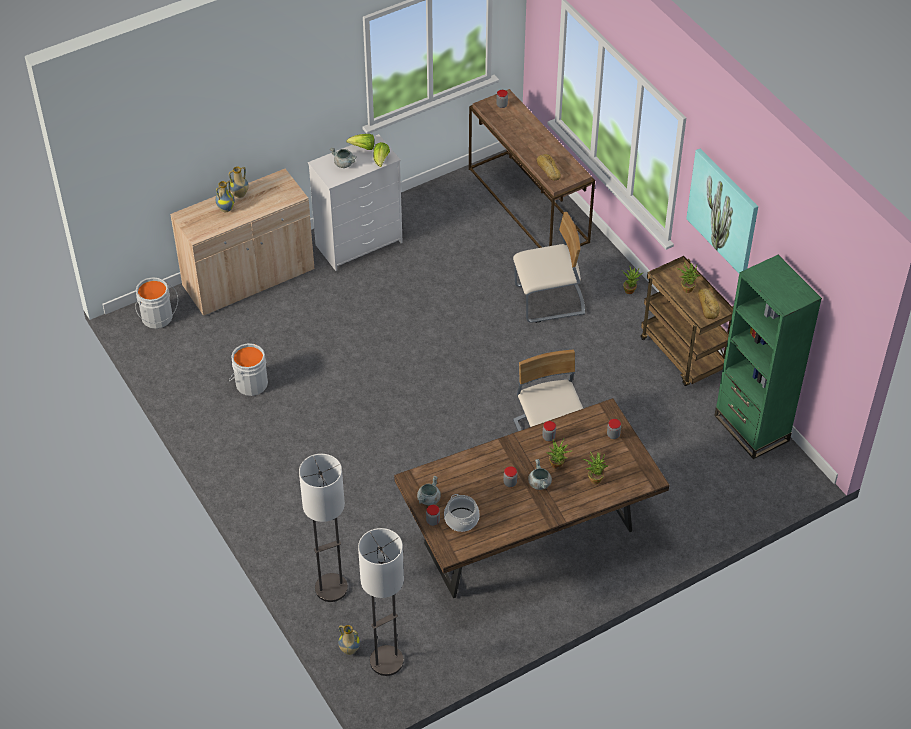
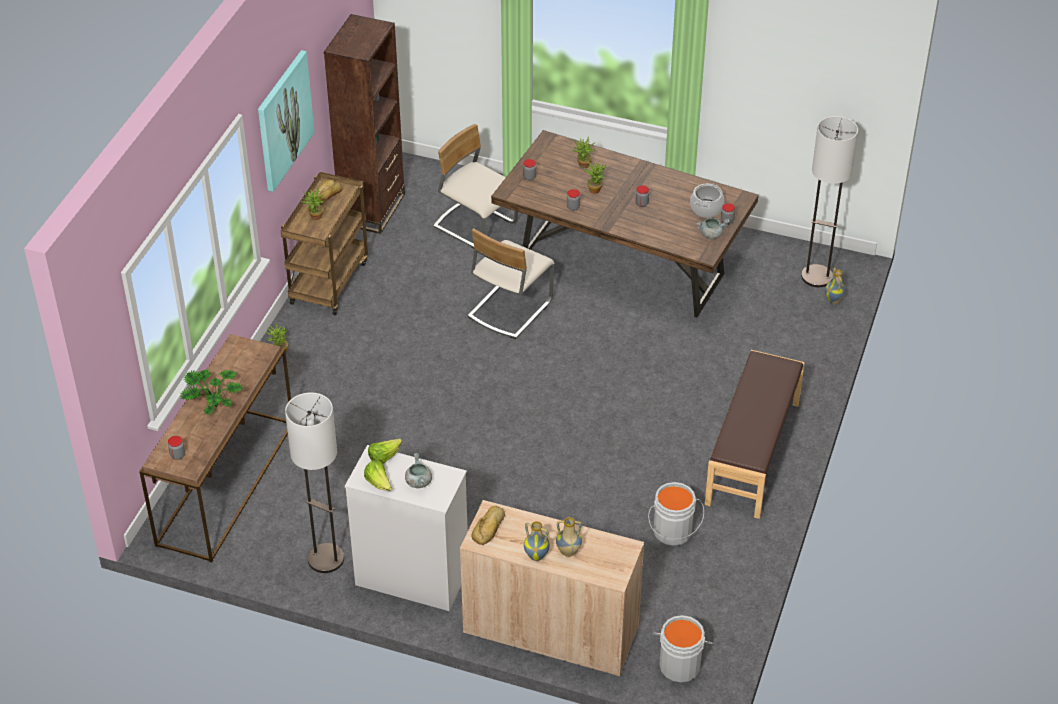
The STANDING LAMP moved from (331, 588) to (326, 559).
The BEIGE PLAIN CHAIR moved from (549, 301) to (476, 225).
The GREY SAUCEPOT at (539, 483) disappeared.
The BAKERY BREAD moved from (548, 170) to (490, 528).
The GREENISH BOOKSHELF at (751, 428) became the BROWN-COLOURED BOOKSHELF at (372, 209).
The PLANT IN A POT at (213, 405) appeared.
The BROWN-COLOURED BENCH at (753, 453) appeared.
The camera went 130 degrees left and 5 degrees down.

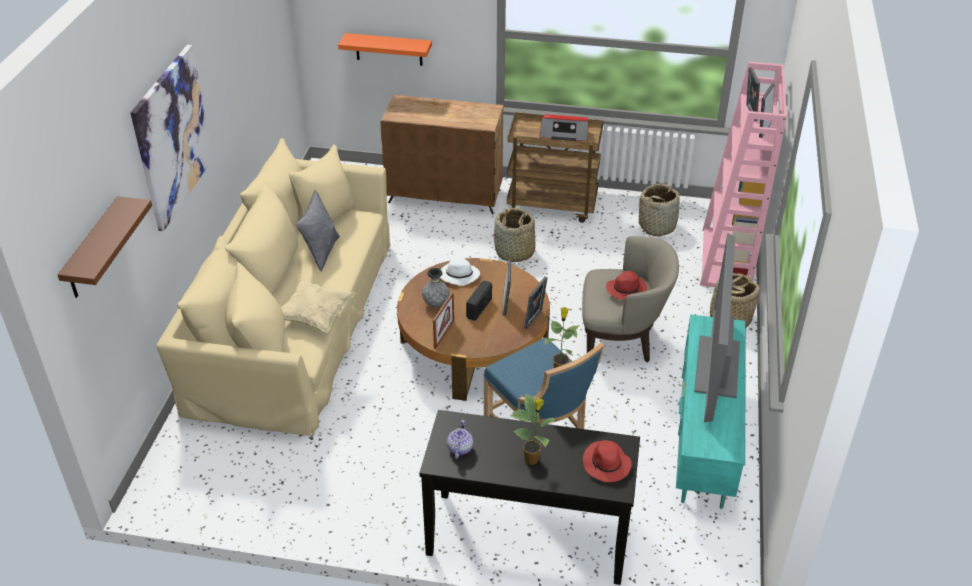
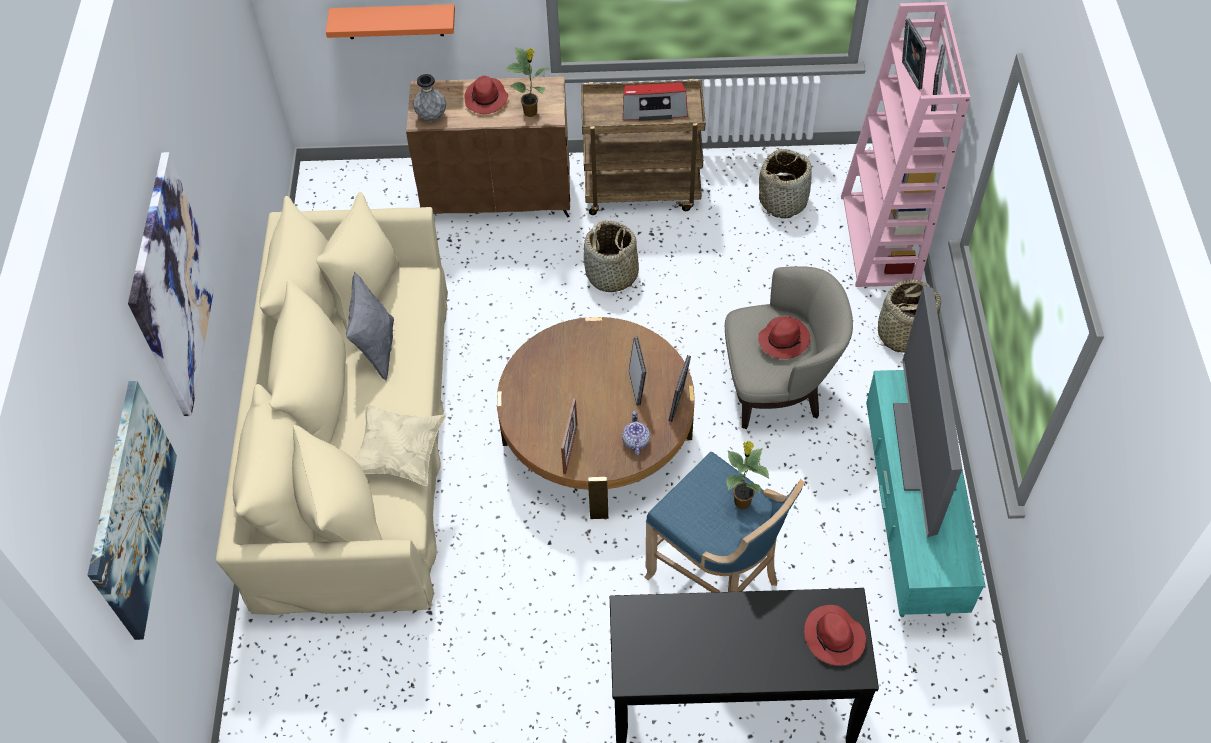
The BROWN-COLOURED SHELF at (93, 250) was replaced by the WALL ART at (131, 510).
The GREY VASE moved from (436, 304) to (431, 116).
The WHITISH WEARABLE HAT at (458, 276) disappeared.
The POT FOR TEA moved from (459, 448) to (635, 441).
The RADIO RECEIVER at (479, 308) disappeared.
The PLANT IN A POT moved from (532, 459) to (531, 112).
The RED WEARABLE HAT at (486, 99) appeared.
The camera went 10 degrees left and 15 degrees up.

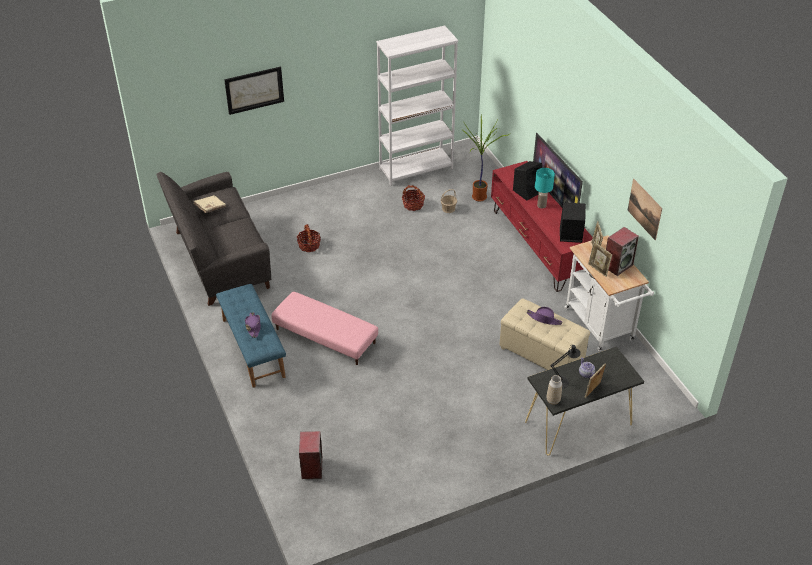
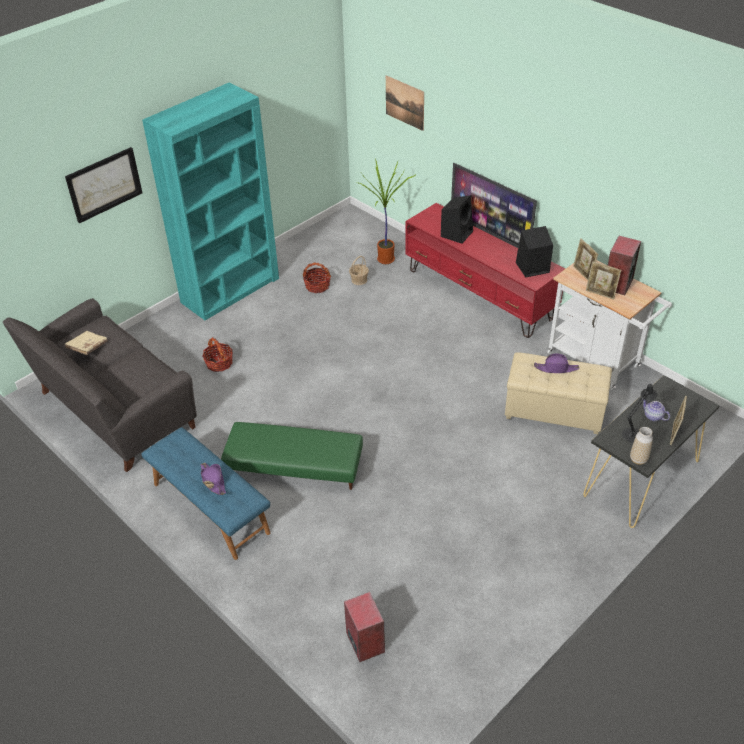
The PINKISH FOOTREST at (325, 336) became the GREENISH FOOTREST at (294, 466).
The WHITISH BOOKSHELF at (416, 169) disappeared.
The TURQUOISE TABLE LAMP at (541, 205) disappeared.
The WALL ART moved from (644, 209) to (404, 103).
The TURQUOISE BOOKSHELF at (230, 290) appeared.
The camera went 20 degrees left and 0 degrees up.

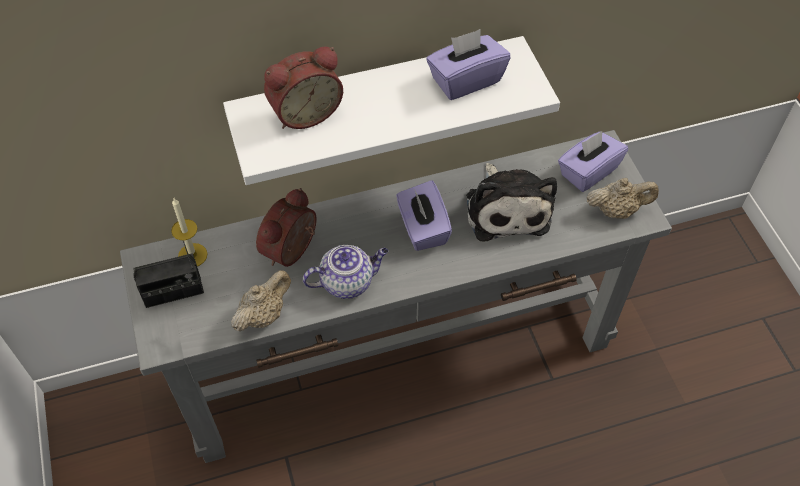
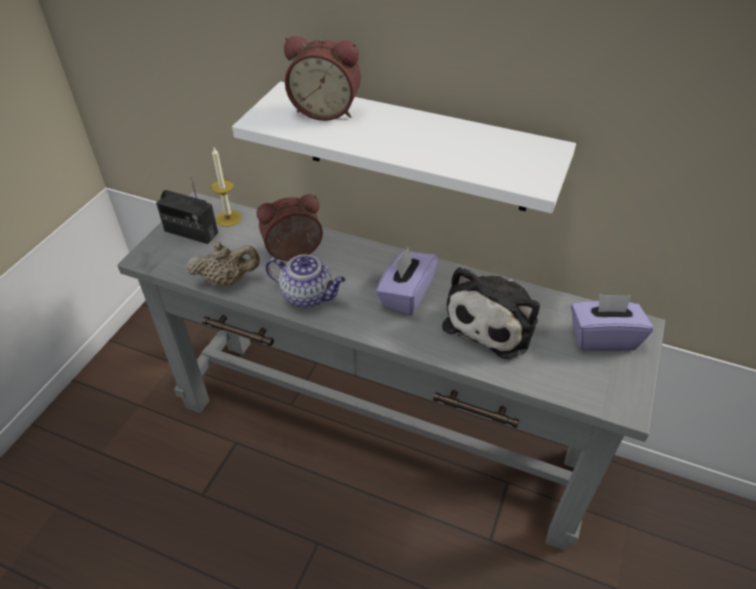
The PURPLE-COLOURED TISSUE HOLDER at (465, 80) disappeared.
The BEIGE POT FOR TEA at (617, 210) disappeared.
The camera went 40 degrees right and 10 degrees down.

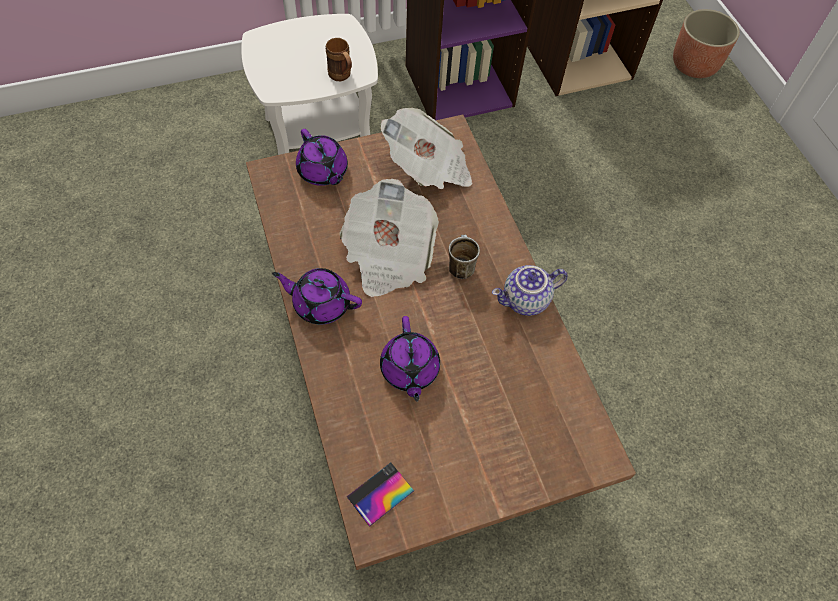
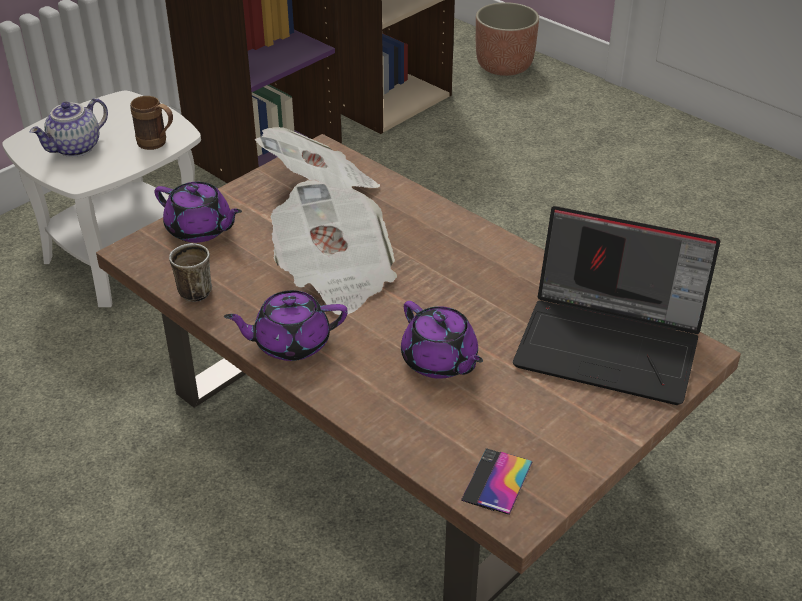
The COFFEE MUG moved from (460, 266) to (191, 290).
The POT FOR TEA moved from (525, 301) to (76, 148).
The NOTEBOOK COMPUTER at (612, 344) appeared.
The camera went 25 degrees left and 20 degrees down.

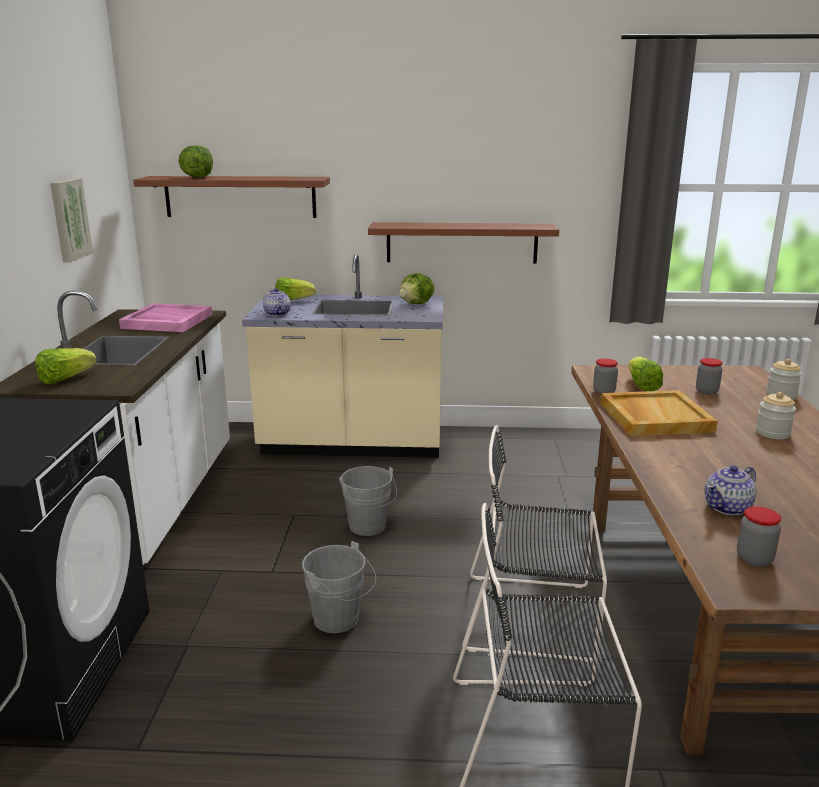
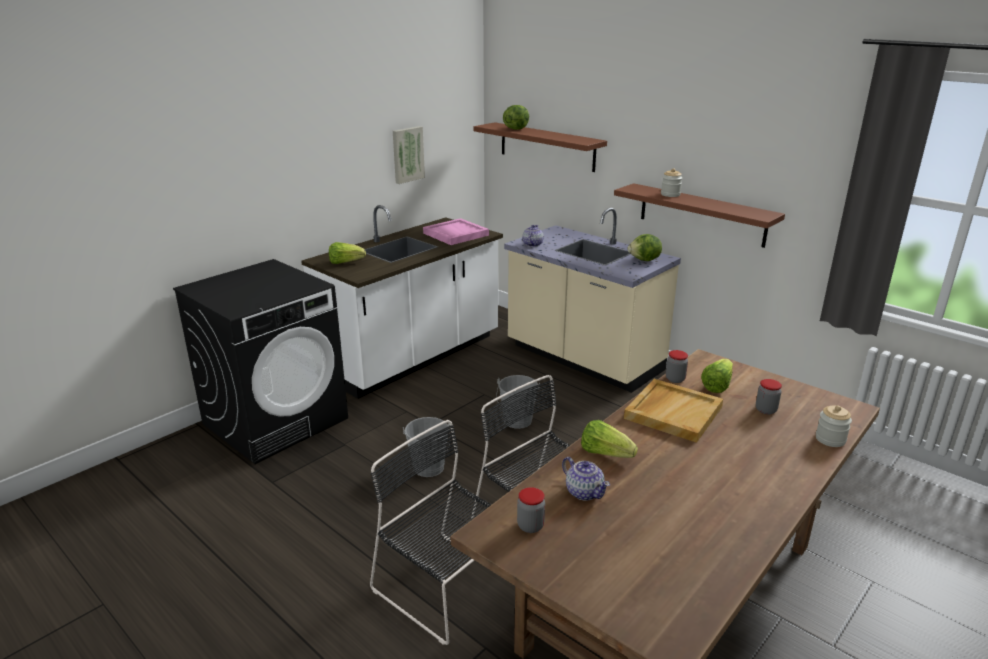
The LETTUCE HEAD moved from (293, 300) to (605, 453).
The POT FOR TEA at (728, 507) turned 135 degrees counterclockwise.
The PRESERVE JAR moved from (772, 433) to (670, 194).
The camera went 40 degrees right and 5 degrees up.

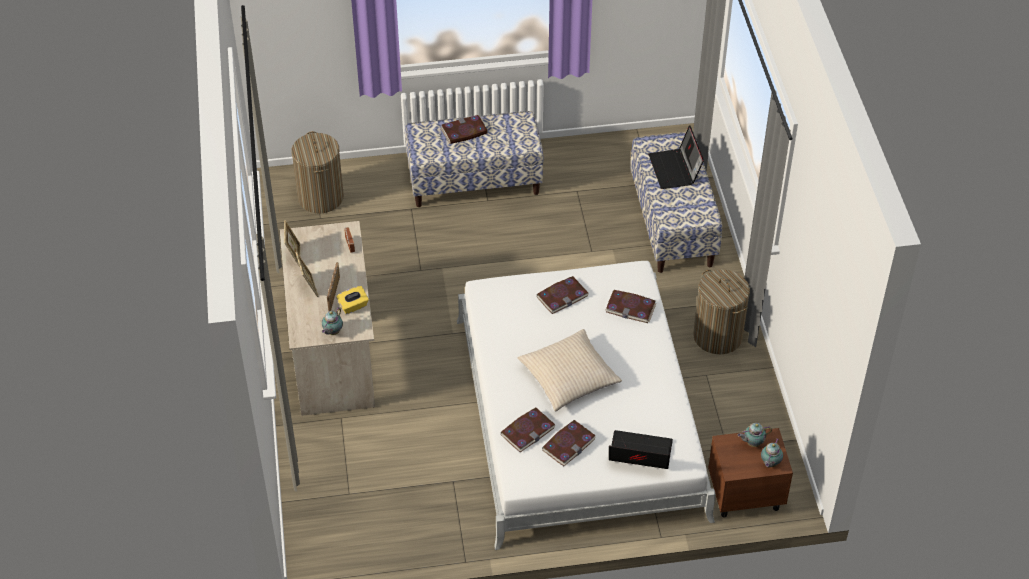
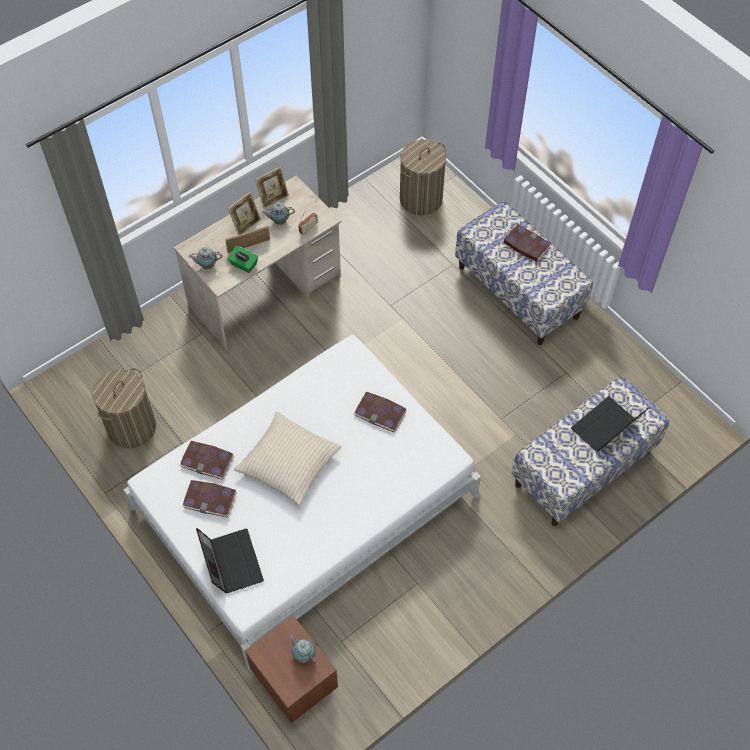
The YELLOW TISSUE HOLDER at (353, 306) became the GREENISH TISSUE HOLDER at (243, 265).
The BOOK at (630, 308) disappeared.
The HAMPER moved from (718, 336) to (131, 427).
The POT FOR TEA moved from (769, 463) to (279, 221).
The camera went 60 degrees right and 10 degrees up.

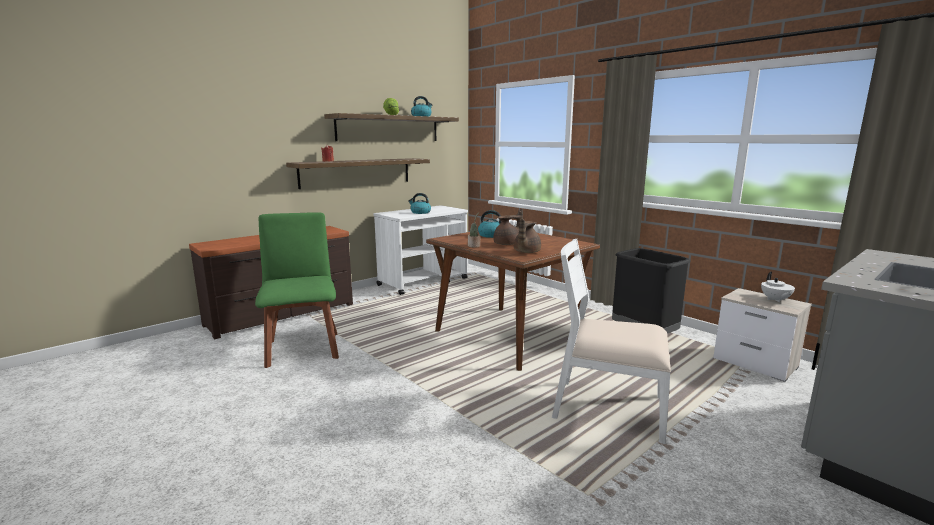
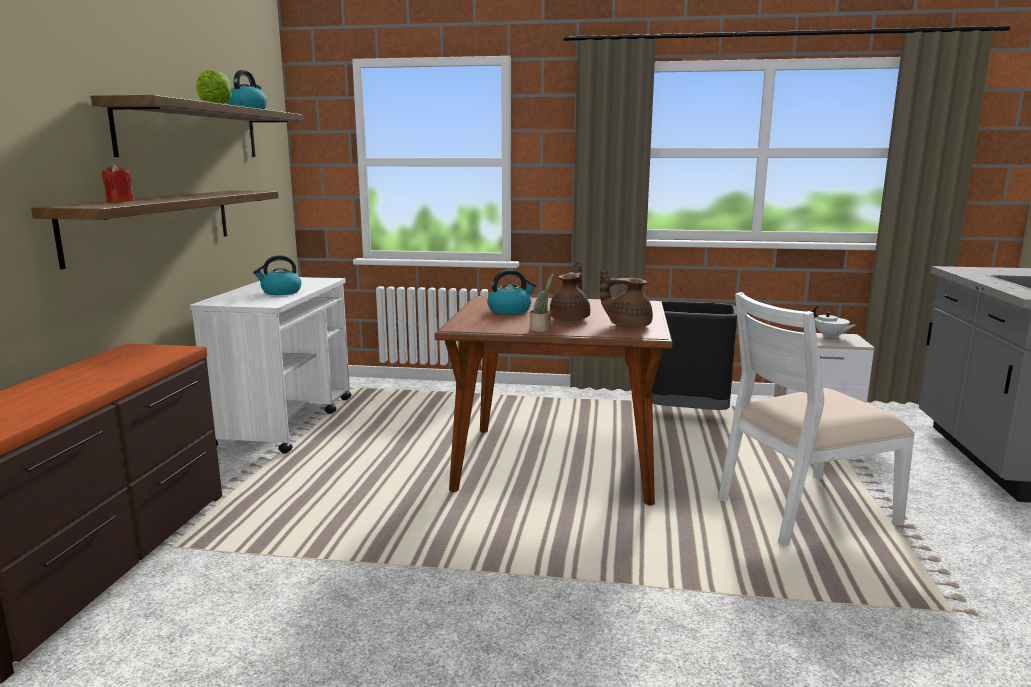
The GREENISH PLAIN CHAIR at (303, 347) disappeared.
The BROWN-COLOURED POT FOR TEA at (526, 252) turned 120 degrees clockwise.
The camera went 40 degrees left and 0 degrees up.

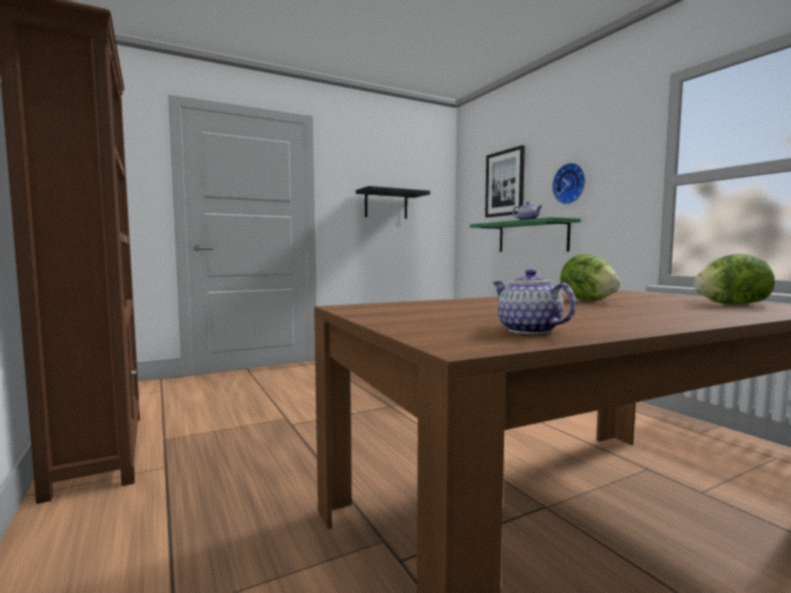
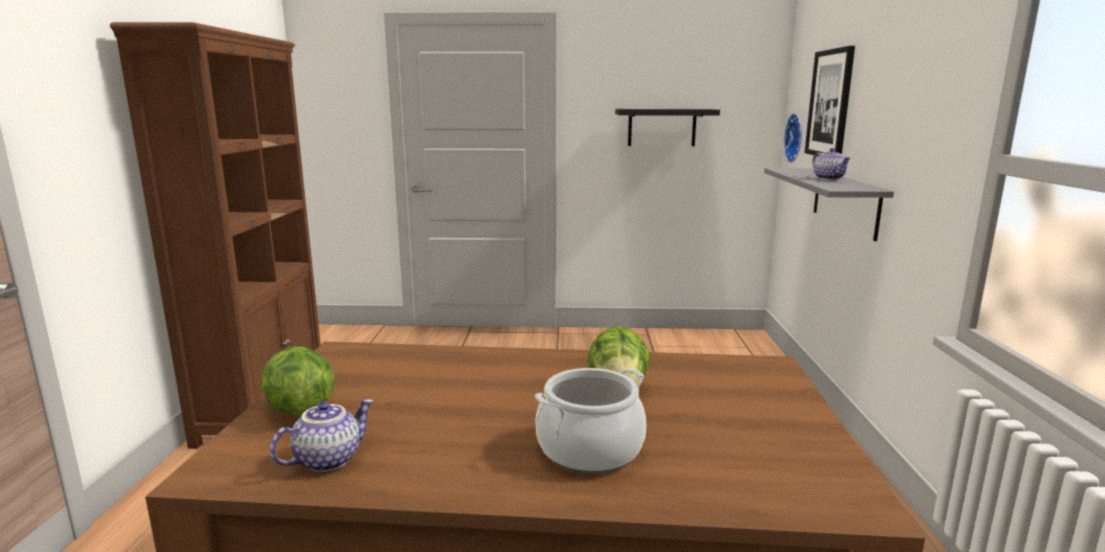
The GREENISH SHELF at (532, 236) became the GREY SHELF at (845, 201).
The POT FOR TEA at (527, 331) turned 45 degrees clockwise.
The HANGING CLOCK moved from (570, 184) to (796, 138).
The LETTUCE HEAD moved from (730, 304) to (298, 410).
The SAUCEPOT at (590, 449) appeared.
The camera went 30 degrees right and 10 degrees up.

